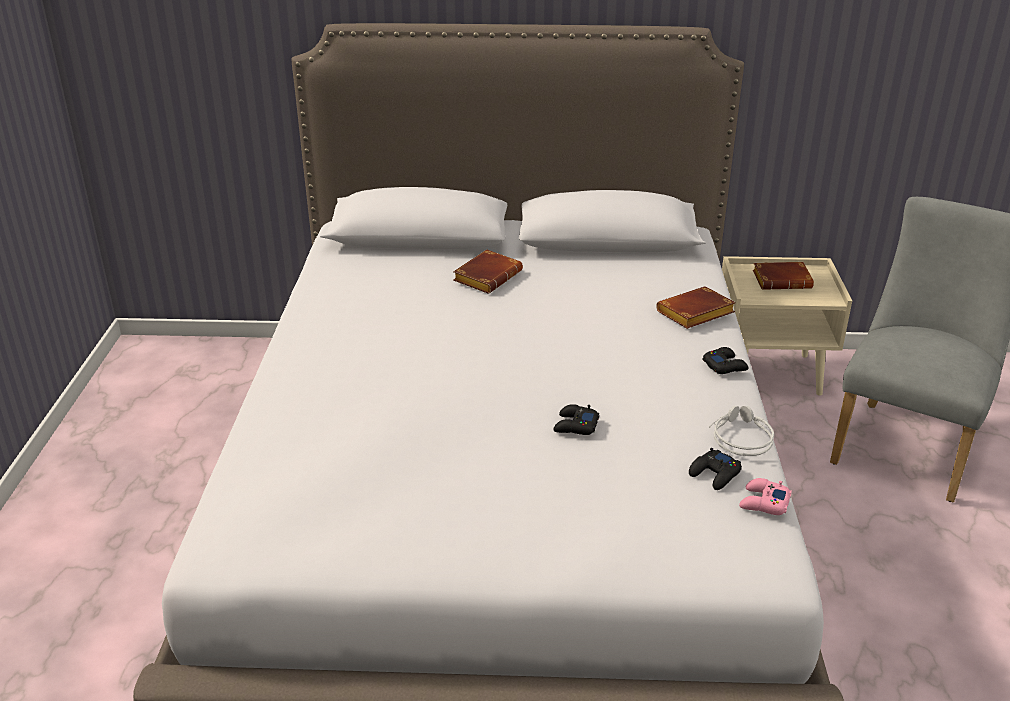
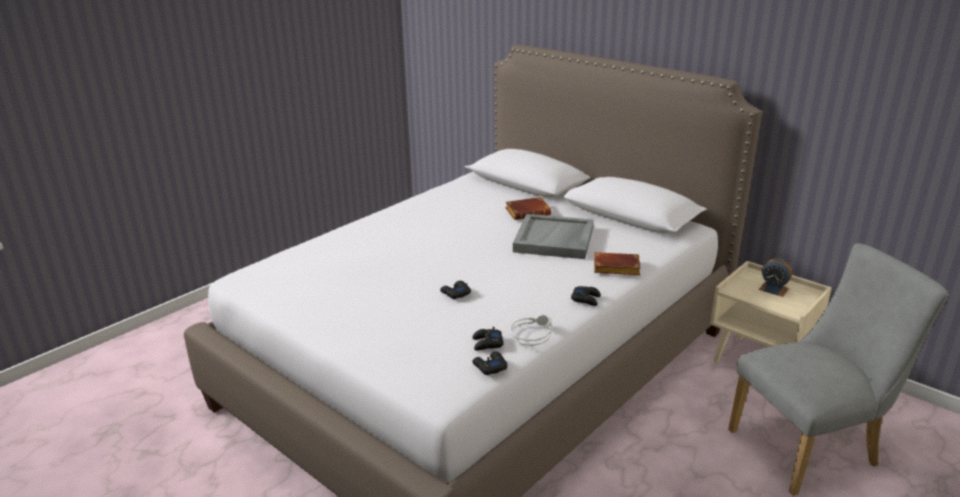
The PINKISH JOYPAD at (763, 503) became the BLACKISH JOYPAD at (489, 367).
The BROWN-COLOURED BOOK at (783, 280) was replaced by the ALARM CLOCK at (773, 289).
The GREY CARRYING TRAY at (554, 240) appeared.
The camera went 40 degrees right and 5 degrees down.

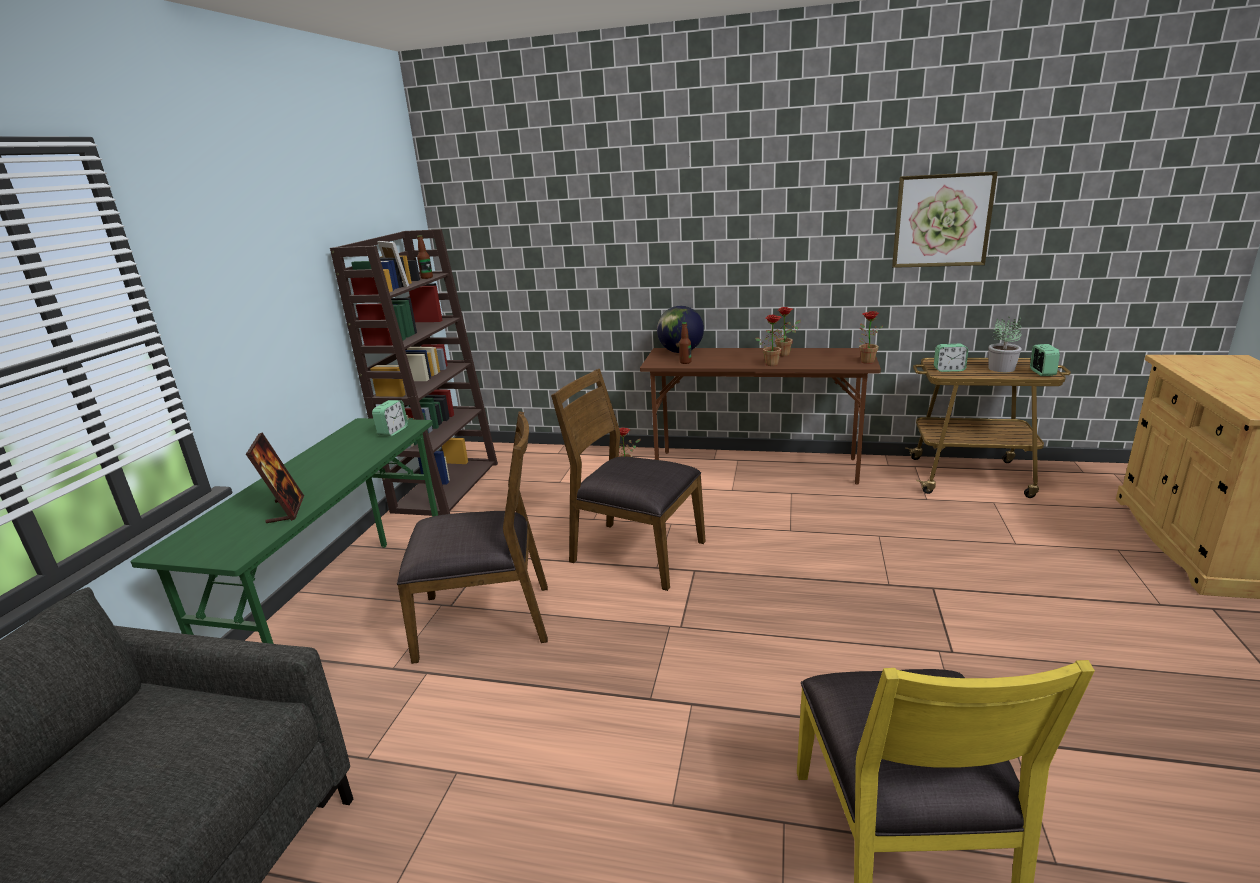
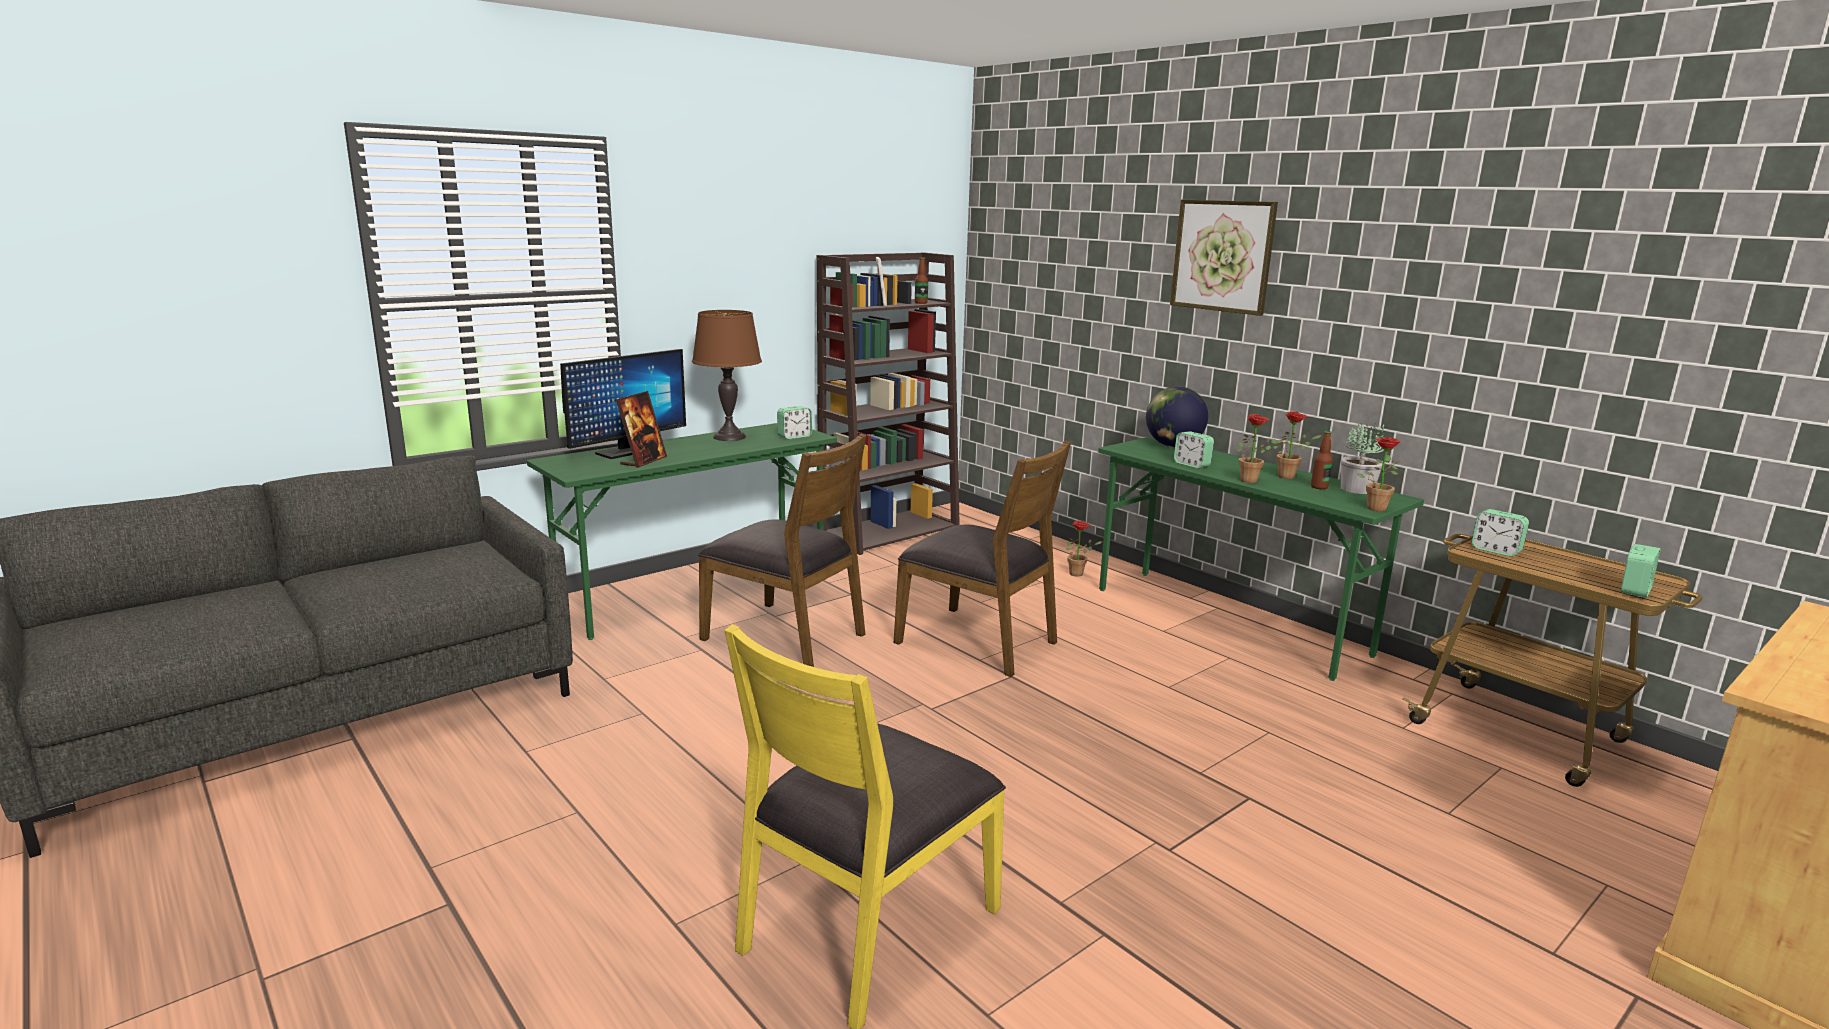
The BROWN-COLOURED PLAIN CHAIR at (636, 552) turned 150 degrees clockwise.
The BROWN-COLOURED DESK TABLE at (756, 467) became the GREENISH DESK TABLE at (1229, 621).
The BOTTLE moved from (685, 362) to (1319, 487).
The WALL ART moved from (942, 220) to (1222, 256).
The PLANT IN A POT moved from (1001, 368) to (1357, 489).
The COMPUTER DISPLAY at (626, 451) appeared.
The BROWN-COLOURED TABLE LAMP at (729, 437) appeared.
The ALARM CLOCK at (1191, 465) appeared.
The camera went 35 degrees right and 5 degrees down.

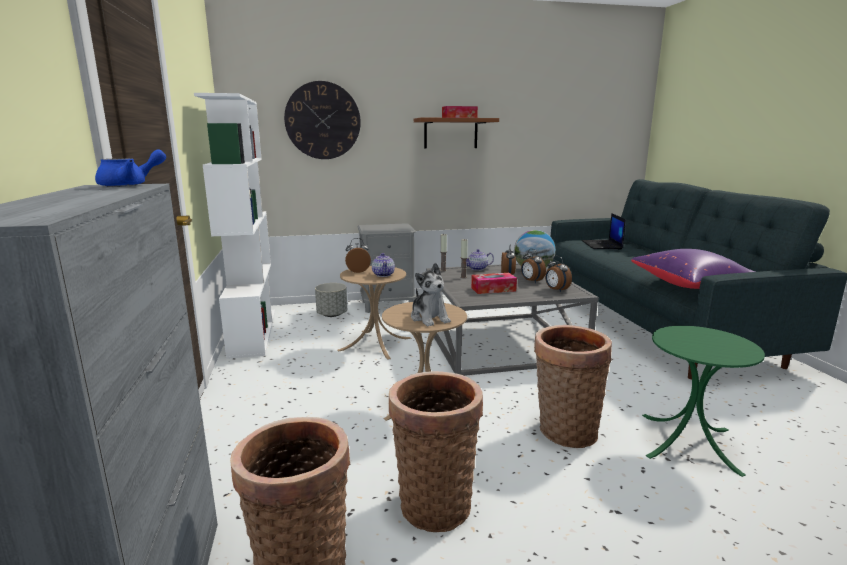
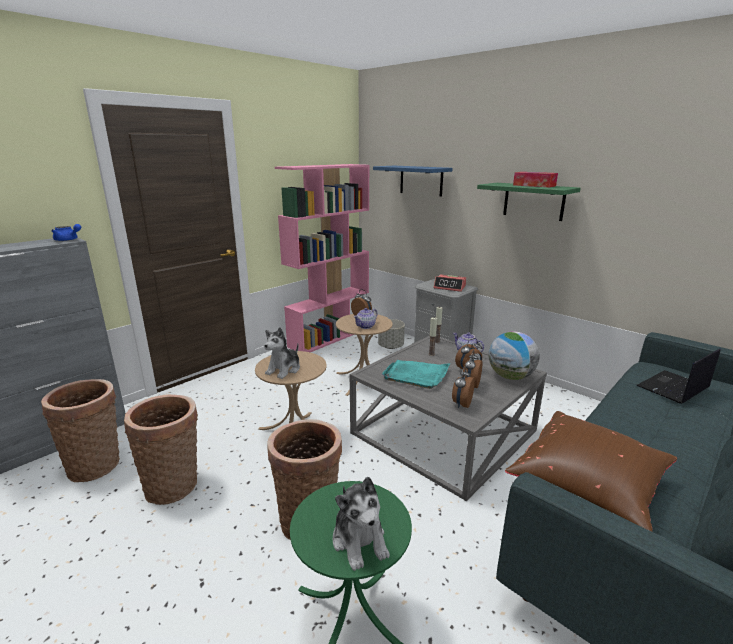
The WHITISH BOOKSHELF at (252, 332) became the PINKISH BOOKSHELF at (329, 337).
The HANGING CLOCK at (323, 120) was replaced by the BLUE-COLOURED SHELF at (421, 180).
The BROWN-COLOURED SHELF at (450, 133) became the GREENISH SHELF at (533, 201).
The TISSUE HOLDER at (493, 289) was replaced by the TURQUOISE CARRYING TRAY at (416, 375).
The PURPLE-COLOURED CUSHION at (691, 285) became the BROWN-COLOURED CUSHION at (588, 486).
The SOFT TOY at (360, 541) appeared.
The ALARM CLOCK at (450, 287) appeared.
The camera went 55 degrees right and 5 degrees up.

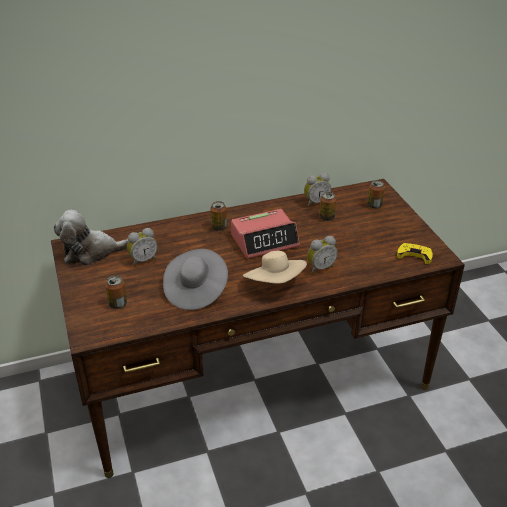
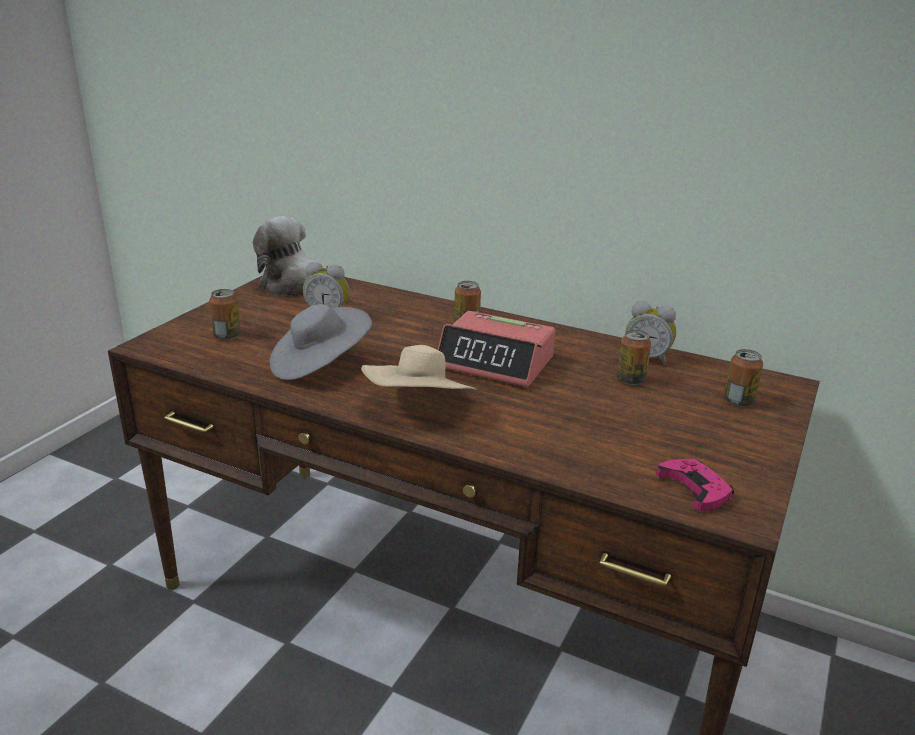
The ALARM CLOCK at (320, 267) disappeared.
The YELLOW JOYPAD at (414, 255) became the PINKISH JOYPAD at (695, 488).
The camera went 45 degrees right and 10 degrees down.

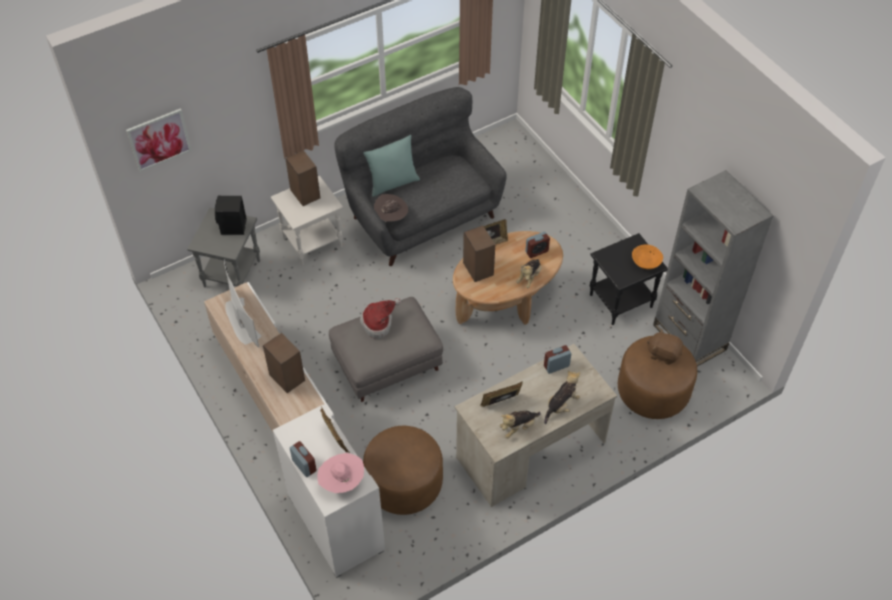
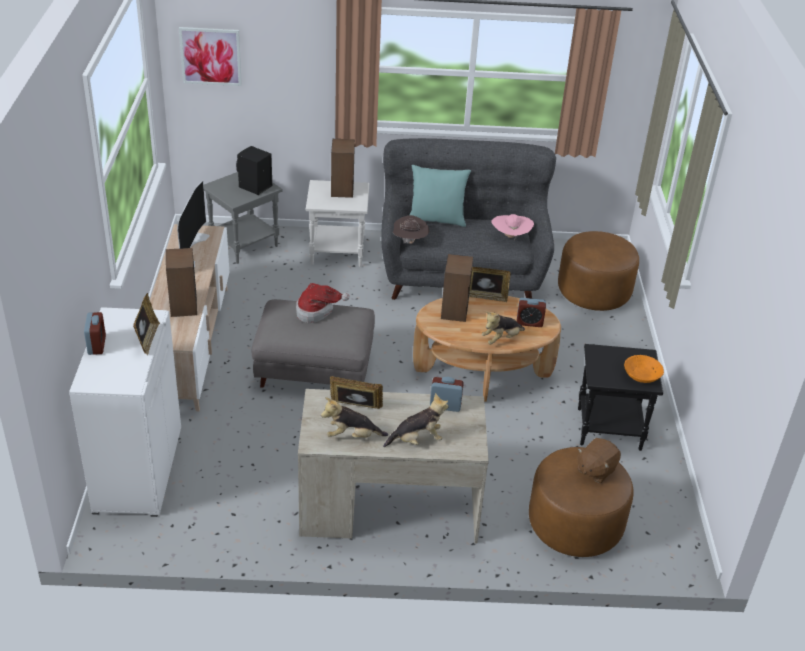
The PINKISH WEARABLE HAT moved from (342, 481) to (510, 237).
The BROWN-COLOURED FOOTREST moved from (404, 483) to (594, 292).
The BROWN-COLOURED SOFT TOY at (663, 353) turned 105 degrees counterclockwise.
The GREY BOOKSHELF at (689, 337) disappeared.
The camera went 30 degrees right and 15 degrees down.

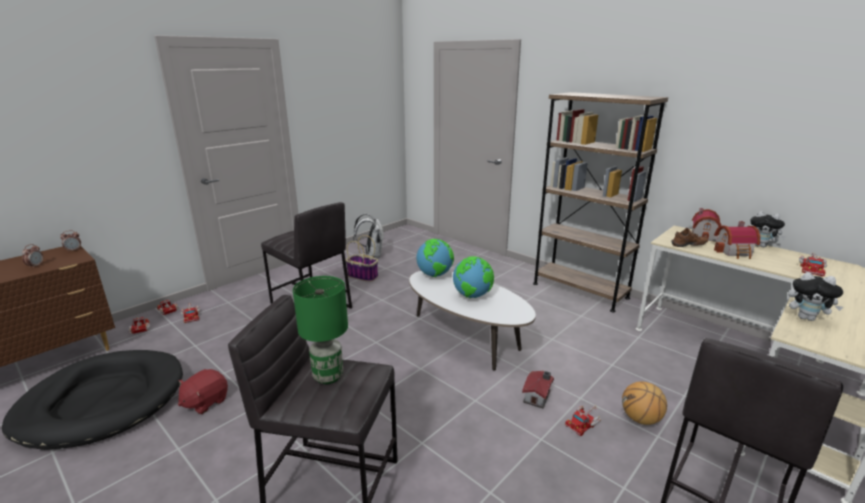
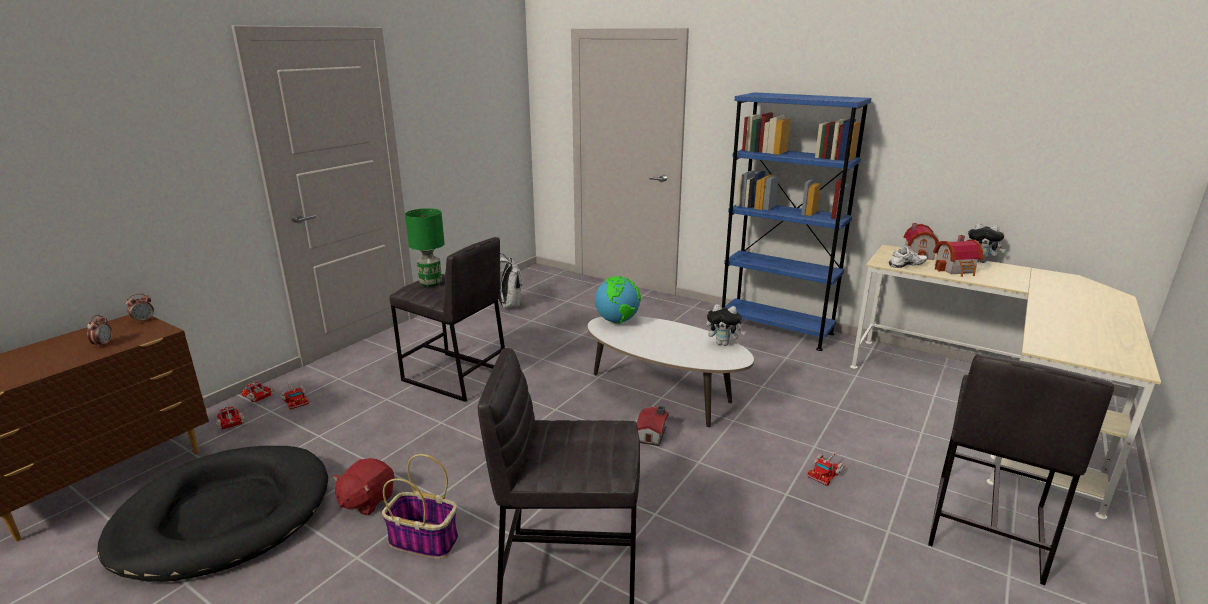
The GREENISH TABLE LAMP moved from (328, 376) to (431, 283).
The BASKET moved from (363, 276) to (425, 540).
The GLOBE at (472, 296) disappeared.
The MODEL HOUSE moved from (538, 396) to (653, 435).
The BROWN-COLOURED BOOKSHELF at (580, 291) became the BLUE-COLOURED BOOKSHELF at (775, 329).
The BASKETBALL BALL at (640, 419) disappeared.
The BROWN-COLOURED ITEM OF FOOTWEAR at (689, 245) became the WHITISH ITEM OF FOOTWEAR at (907, 266).
The SOFT TOY moved from (806, 318) to (723, 344).
The TOY TRUCK at (811, 269) disappeared.
The camera went 10 degrees left and 0 degrees up.

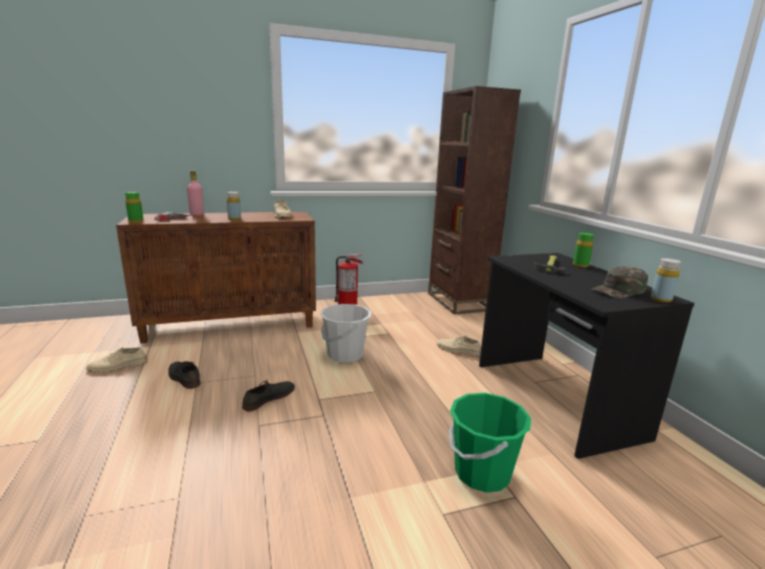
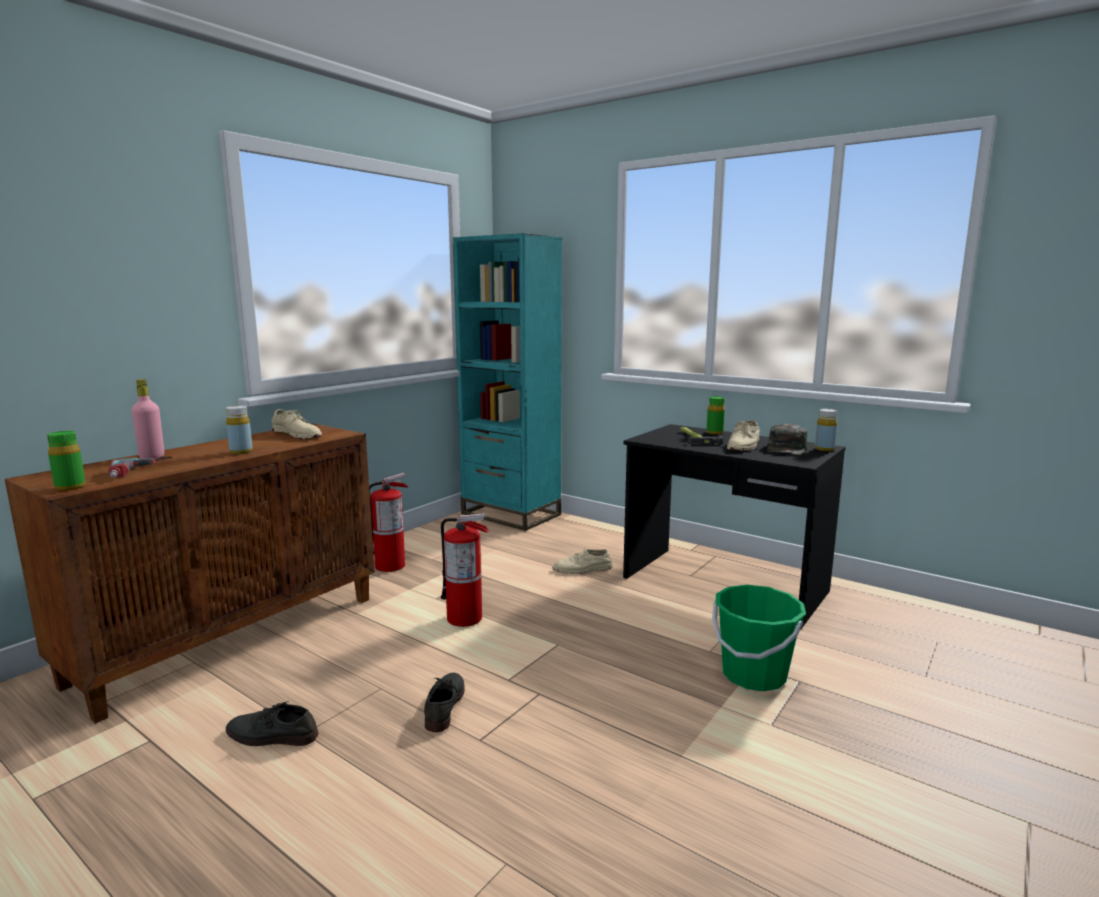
The BEIGE ITEM OF FOOTWEAR moved from (118, 366) to (744, 445).
The WHITISH PAIL at (345, 355) was replaced by the FIRE-FIGHTING CYLINDER at (465, 618).
The BROWN-COLOURED BOOKSHELF at (459, 301) became the TURQUOISE BOOKSHELF at (511, 514).
The camera went 35 degrees left and 5 degrees down.

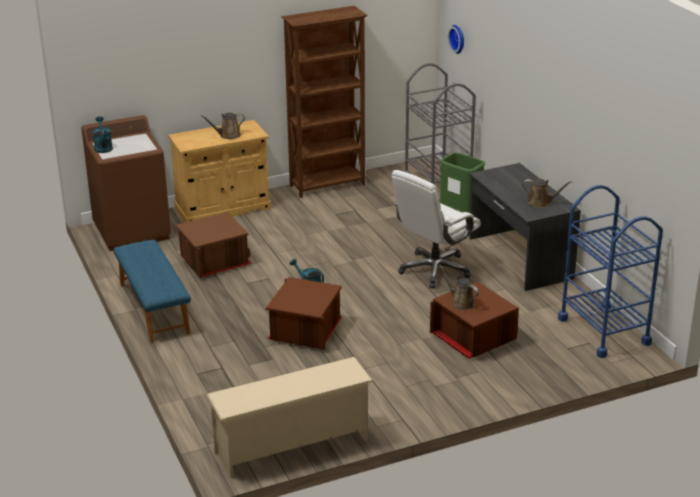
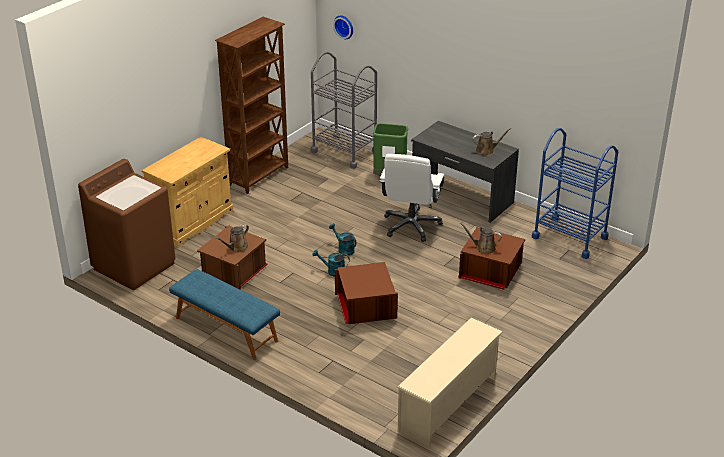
The TURQUOISE WATERING CAN moved from (103, 147) to (343, 249).
The BROWN-COLOURED WATERING CAN moved from (228, 135) to (236, 247).
The camera went 30 degrees left and 5 degrees up.

